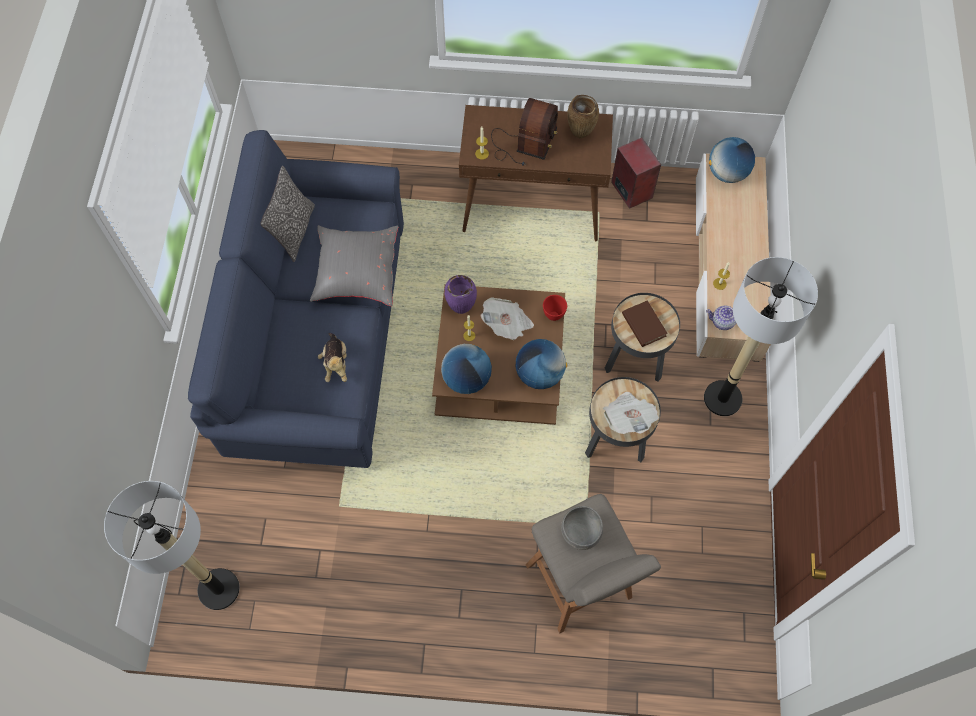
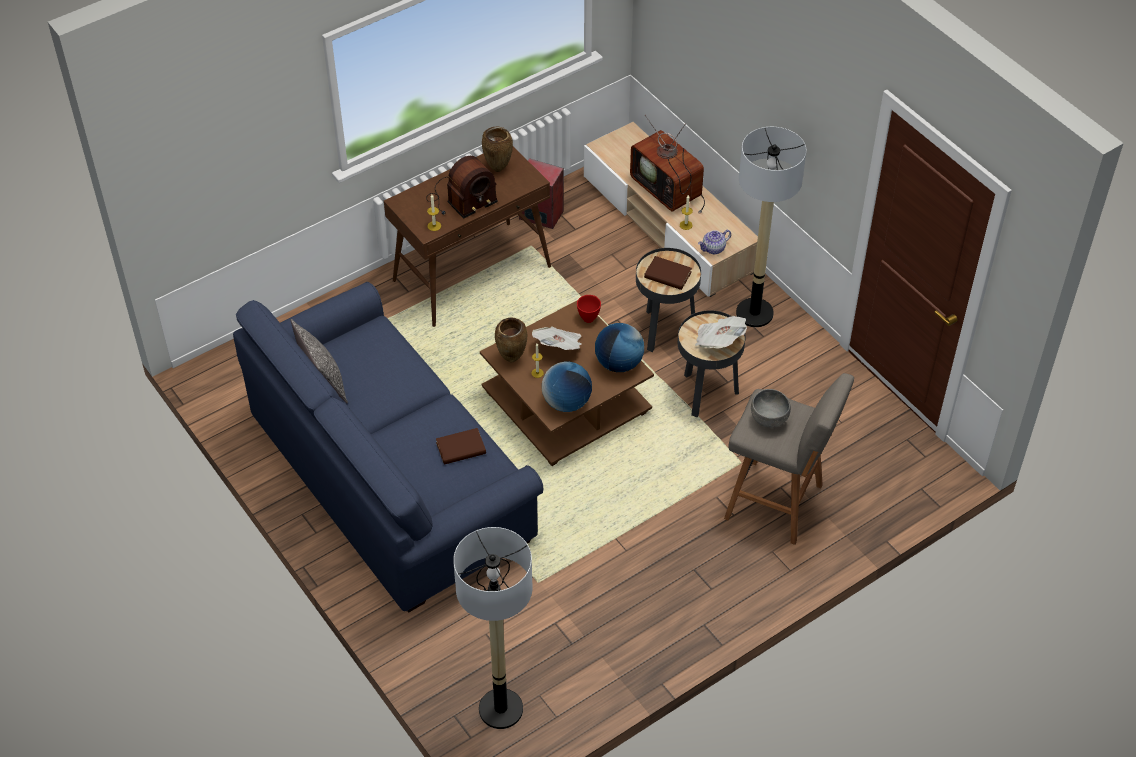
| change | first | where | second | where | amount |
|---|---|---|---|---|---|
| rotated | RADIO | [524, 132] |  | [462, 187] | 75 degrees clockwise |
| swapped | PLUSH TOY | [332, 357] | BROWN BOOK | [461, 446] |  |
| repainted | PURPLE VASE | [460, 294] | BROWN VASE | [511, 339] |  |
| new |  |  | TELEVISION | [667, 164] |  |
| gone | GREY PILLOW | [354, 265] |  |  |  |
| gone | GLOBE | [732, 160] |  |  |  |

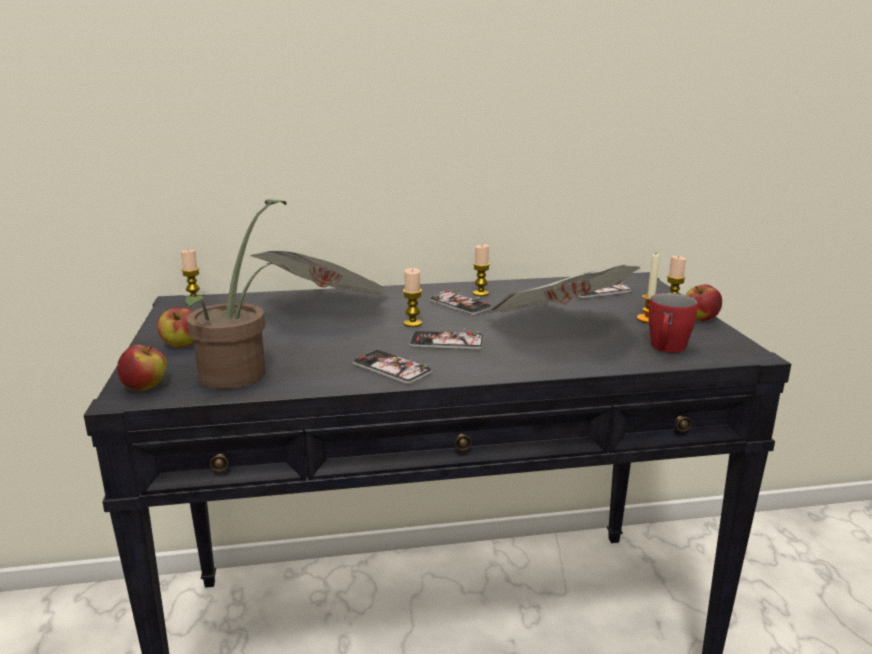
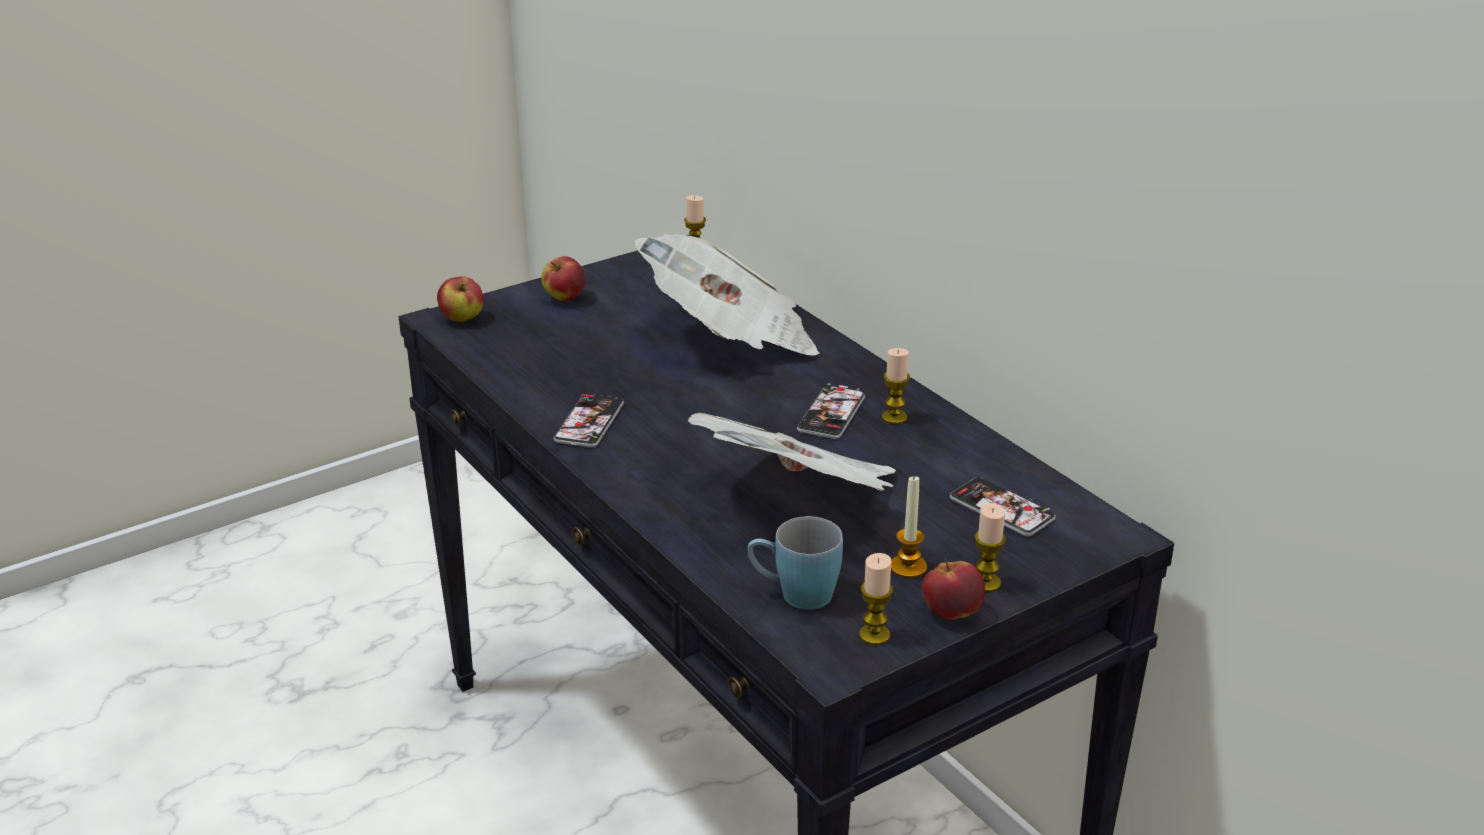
| change | first | where | second | where | amount |
|---|---|---|---|---|---|
| repainted | RED MUG | [673, 323] | BLUE MUG | [795, 563] |  |
| shifted | CANDLE | [412, 297] |  | [876, 599] |  |
| gone | POTTED PLANT | [237, 294] |  |  |  |
| gone | PHONE | [446, 339] |  |  |  |

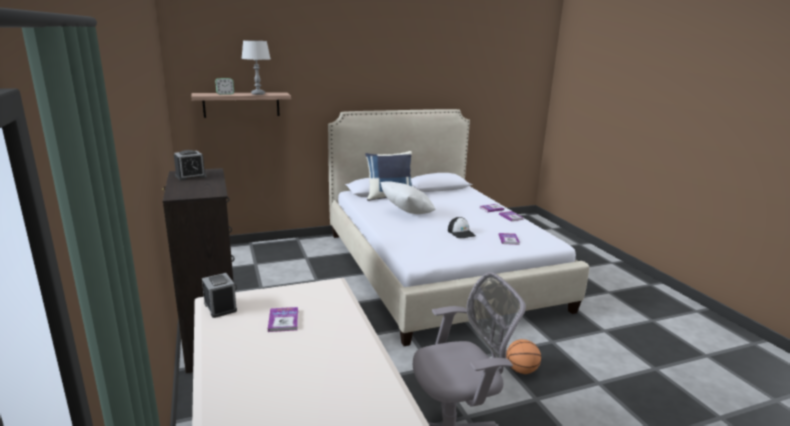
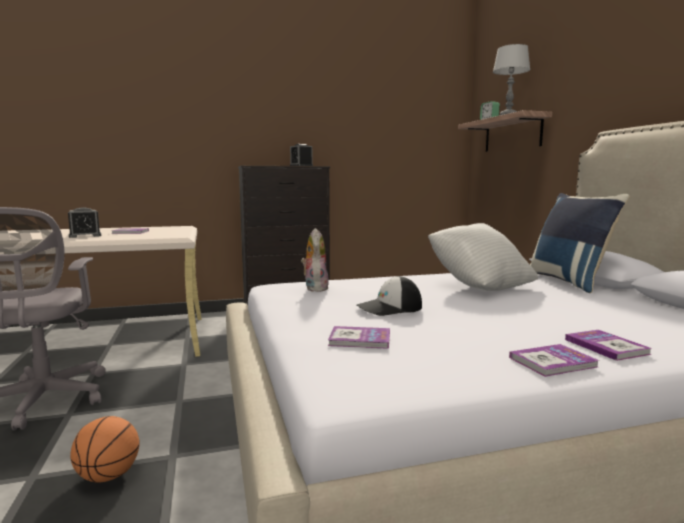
| change | first | where | second | where | amount |
|---|---|---|---|---|---|
| shifted | ALARM CLOCK | [219, 295] |  | [84, 222] |  |
| new |  |  | PLUSH TOY | [315, 260] |  |

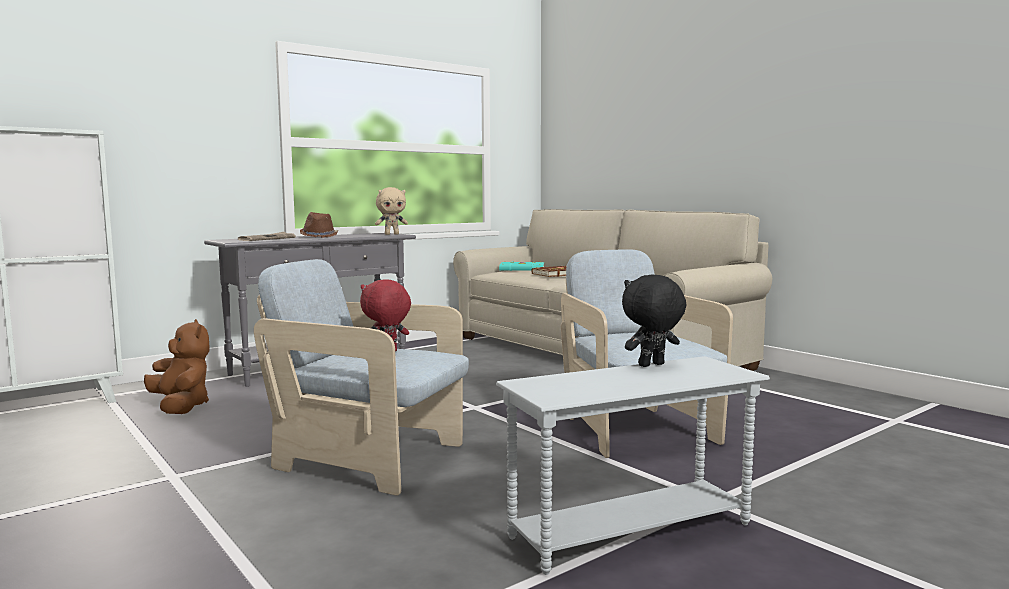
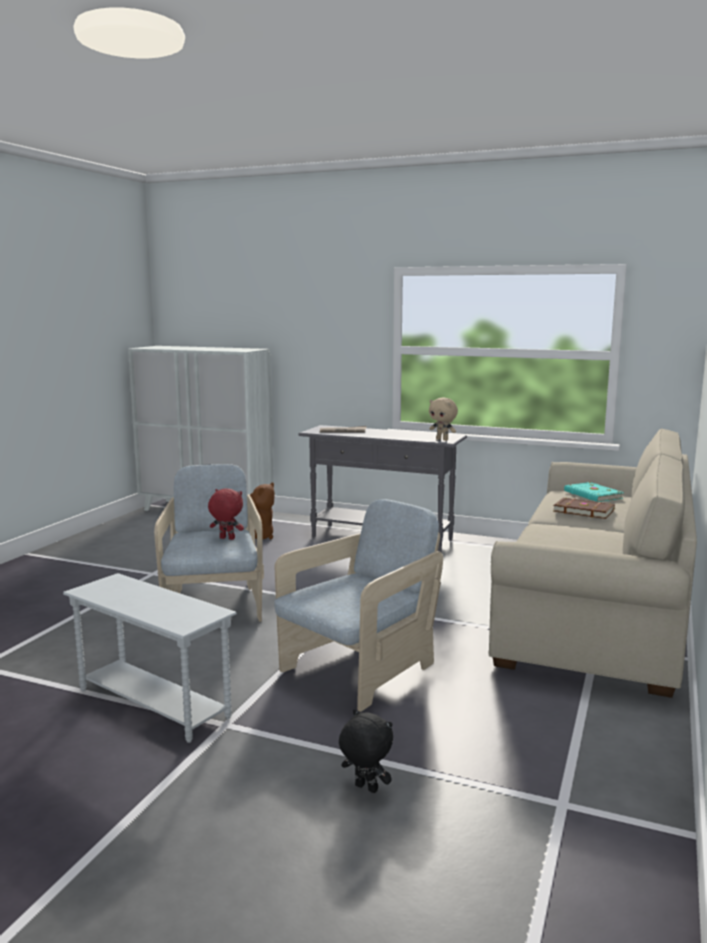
| change | first | where | second | where | amount |
|---|---|---|---|---|---|
| shifted | BLACK PLUSH TOY | [654, 321] |  | [366, 751] |  |
| gone | BROWN HAT | [319, 224] |  |  |  |

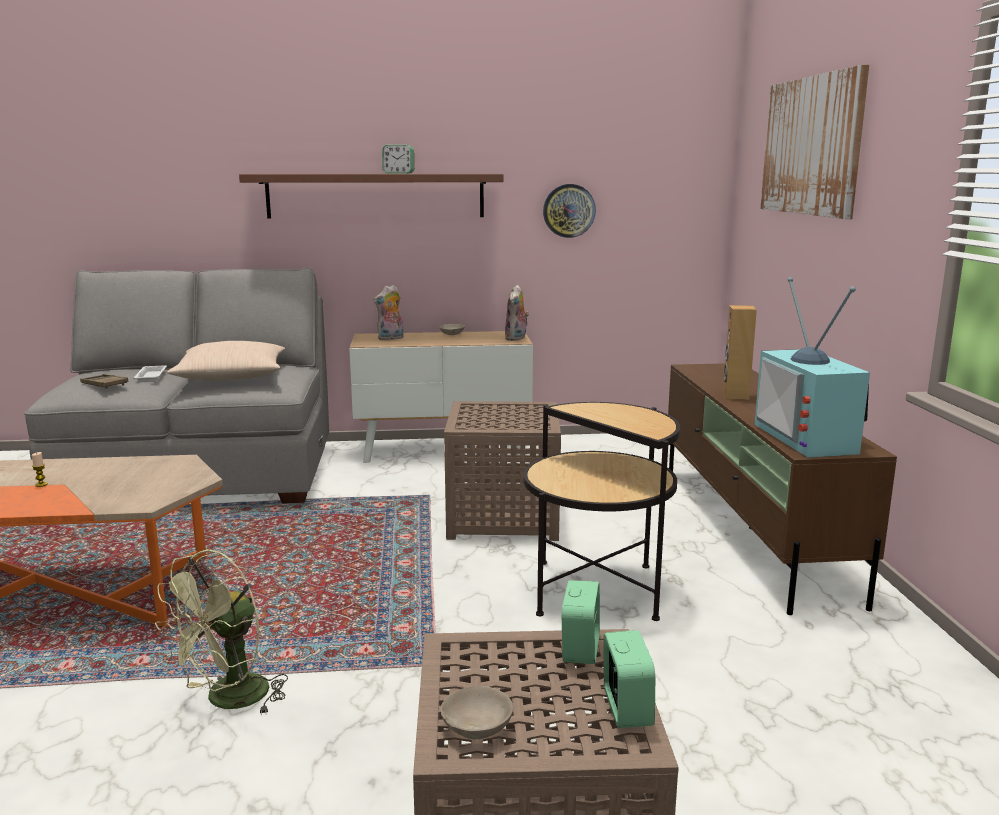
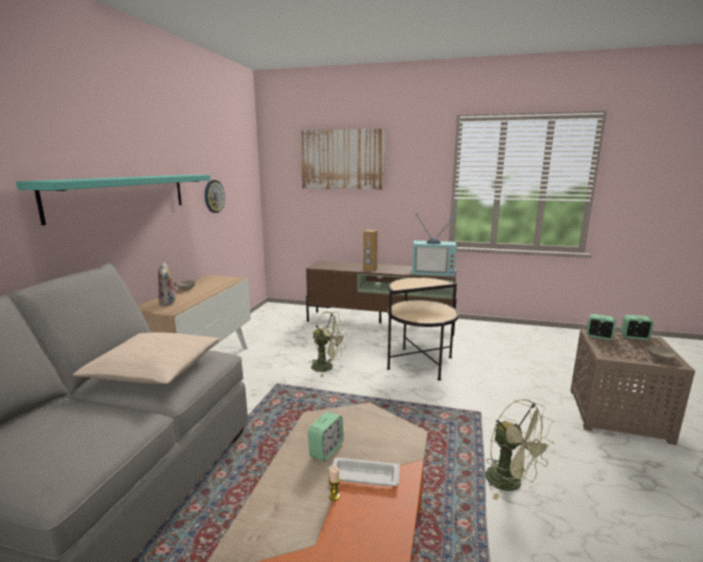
| change | first | where | second | where | amount |
|---|---|---|---|---|---|
| repainted | BROWN SHELF | [371, 196] | TURQUOISE SHELF | [113, 200] |  |
| shifted | ALARM CLOCK | [398, 159] |  | [325, 437] |  |
| swapped | BROWN SIDE TABLE | [502, 471] | GREEN FAN | [327, 344] |  |
| shifted | WHITE TRAY | [150, 373] |  | [364, 472] |  |
| gone | BROWN TRAY | [104, 381] |  |  |  |
| gone | PLUSH TOY | [517, 313] |  |  |  |

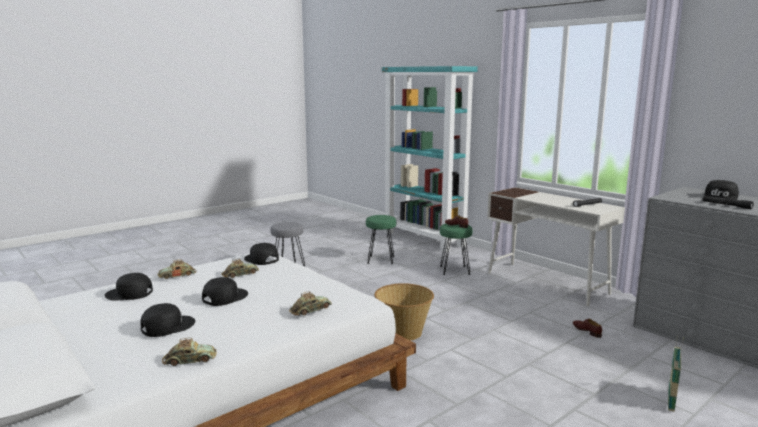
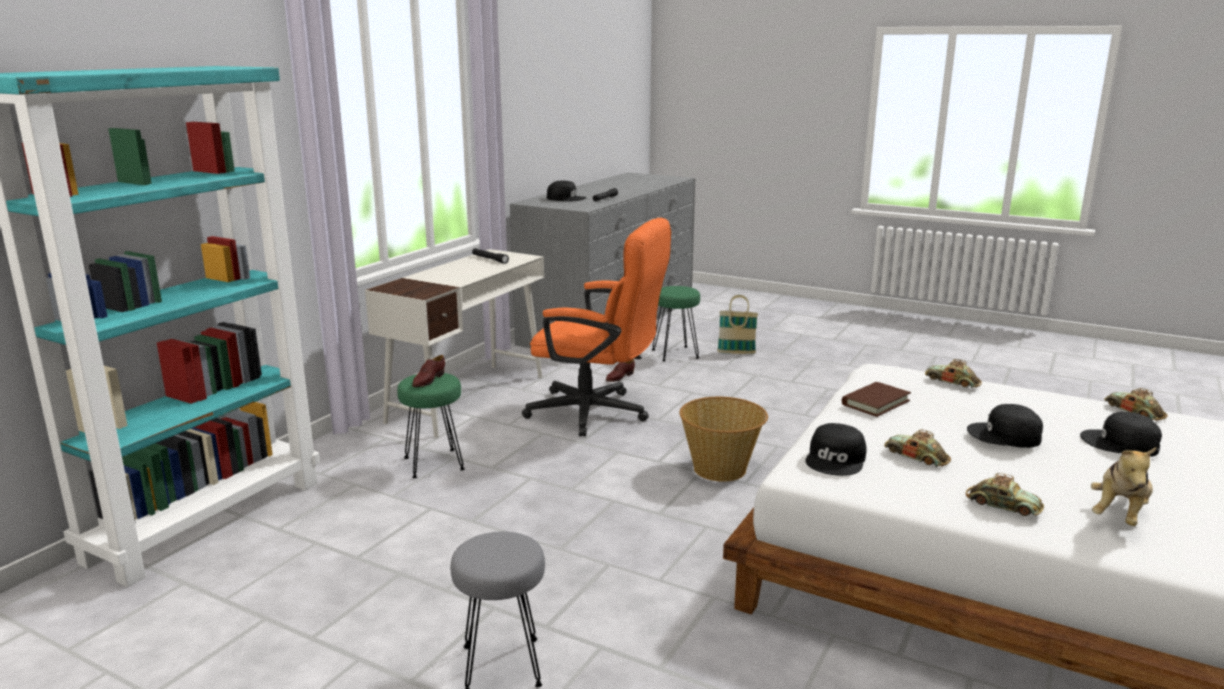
| change | first | where | second | where | amount |
|---|---|---|---|---|---|
| new |  |  | ORANGE OFFICE CHAIR | [596, 327] |  |
| shifted | GREEN STOOL | [381, 239] |  | [676, 324] |  |
| new |  |  | BROWN BOOK | [876, 399] |  |
| swapped | BLACK CAP | [128, 286] | PLUSH TOY | [1123, 486] |  |

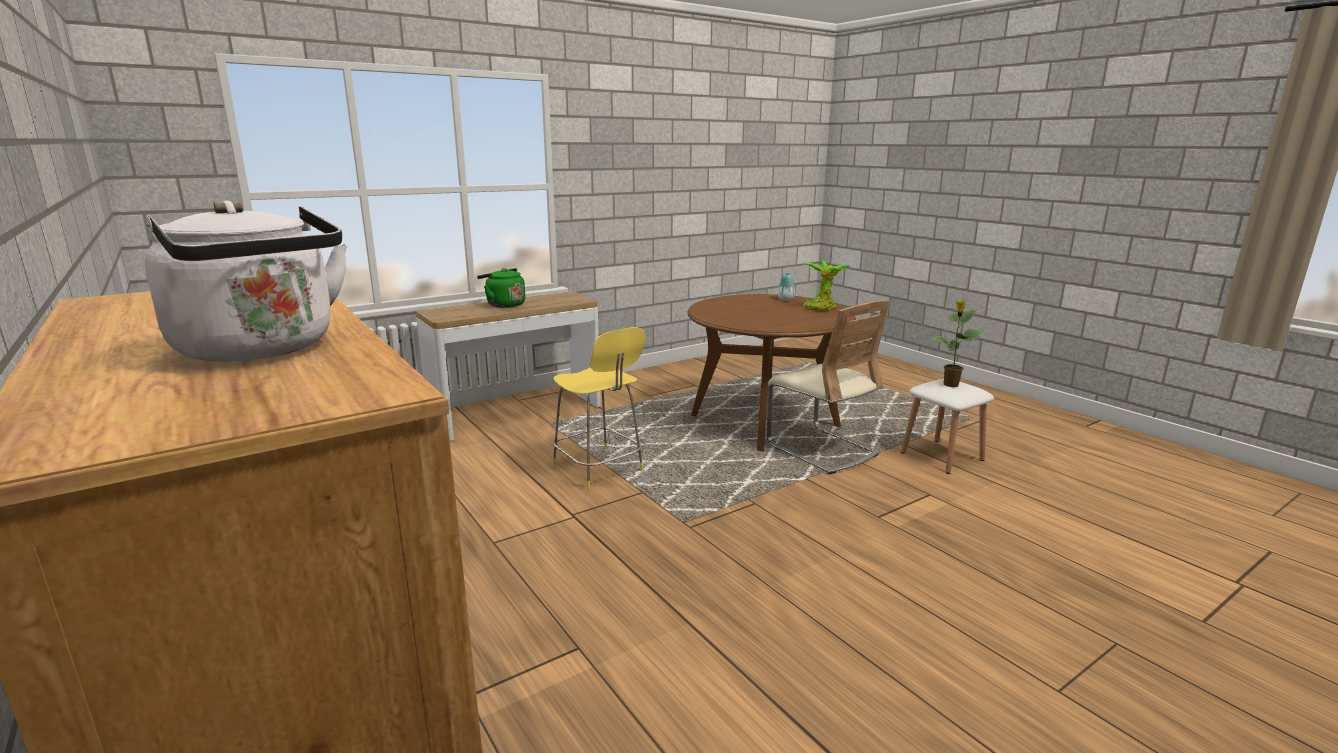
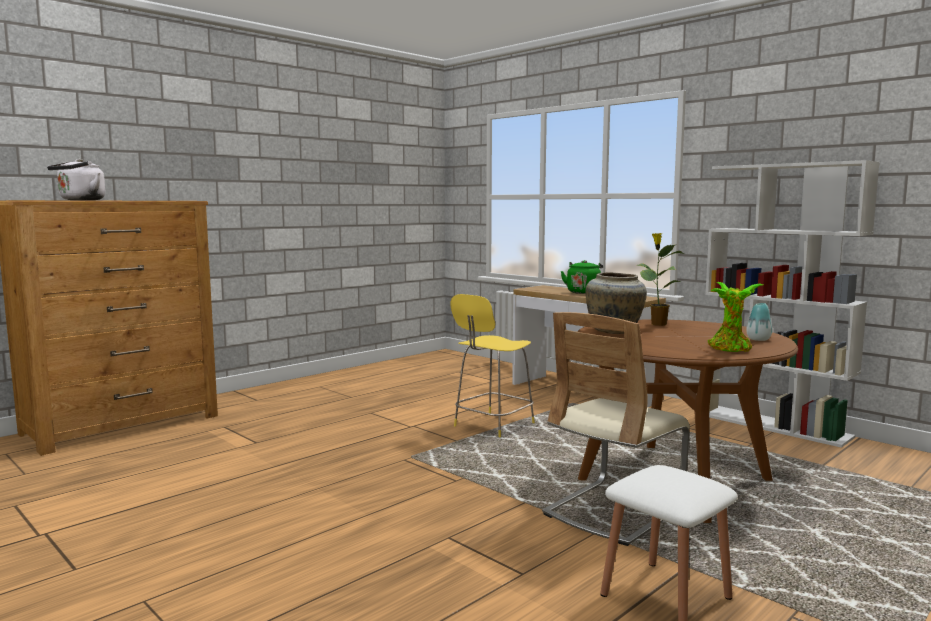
| change | first | where | second | where | amount |
|---|---|---|---|---|---|
| new |  |  | BEIGE VASE | [616, 303] |  |
| shifted | POTTED PLANT | [957, 343] |  | [661, 279] |  |
| new |  |  | WHITE BOOKCASE | [792, 304] |  |

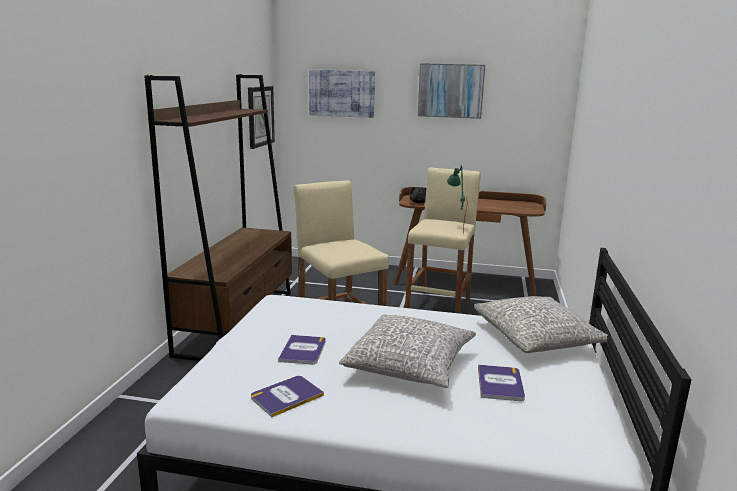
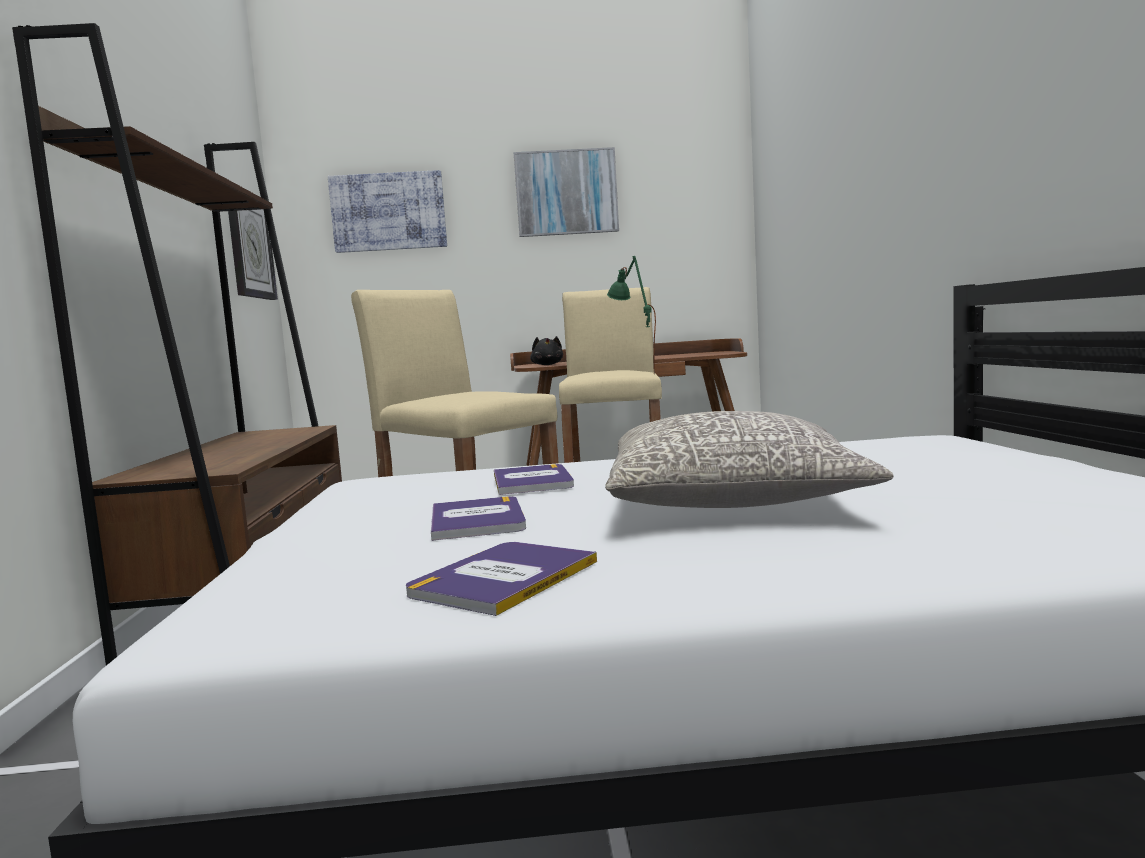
| change | first | where | second | where | amount |
|---|---|---|---|---|---|
| shifted | BOOK | [501, 382] |  | [534, 479] |  |
| gone | GREY PILLOW | [543, 324] |  |  |  |

